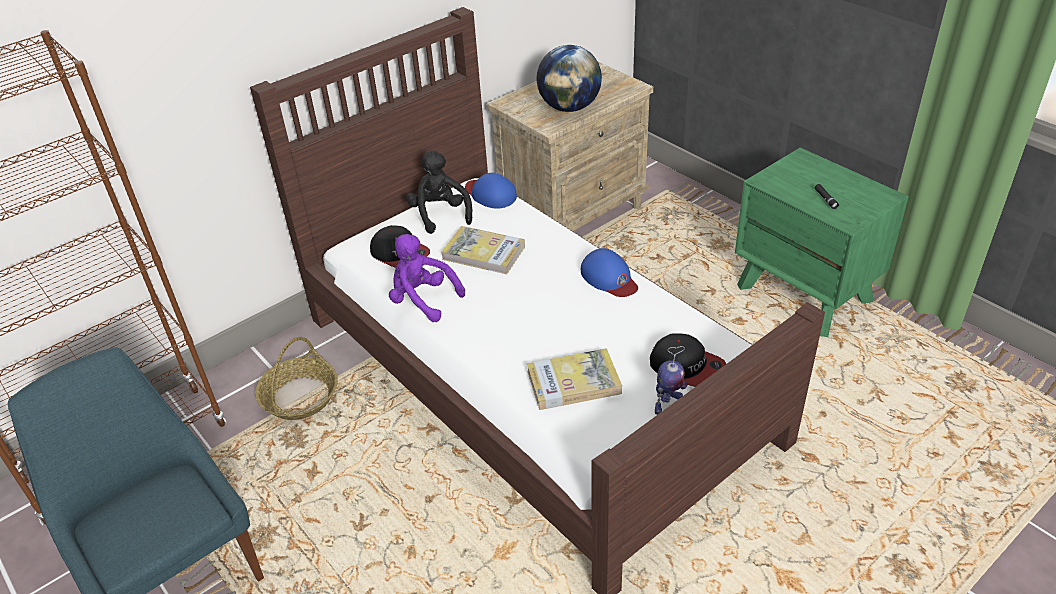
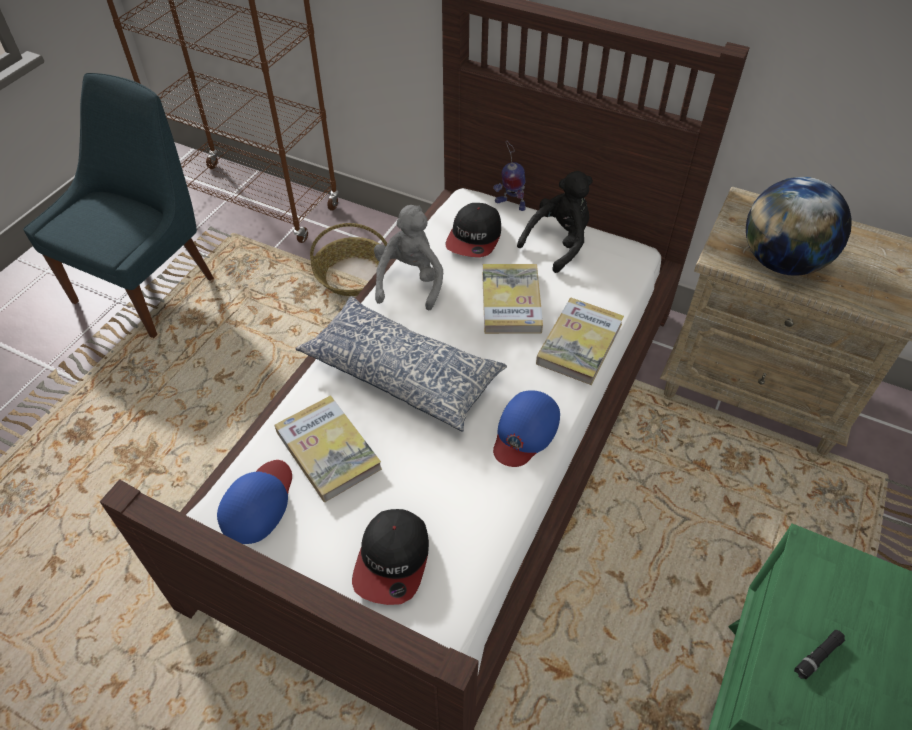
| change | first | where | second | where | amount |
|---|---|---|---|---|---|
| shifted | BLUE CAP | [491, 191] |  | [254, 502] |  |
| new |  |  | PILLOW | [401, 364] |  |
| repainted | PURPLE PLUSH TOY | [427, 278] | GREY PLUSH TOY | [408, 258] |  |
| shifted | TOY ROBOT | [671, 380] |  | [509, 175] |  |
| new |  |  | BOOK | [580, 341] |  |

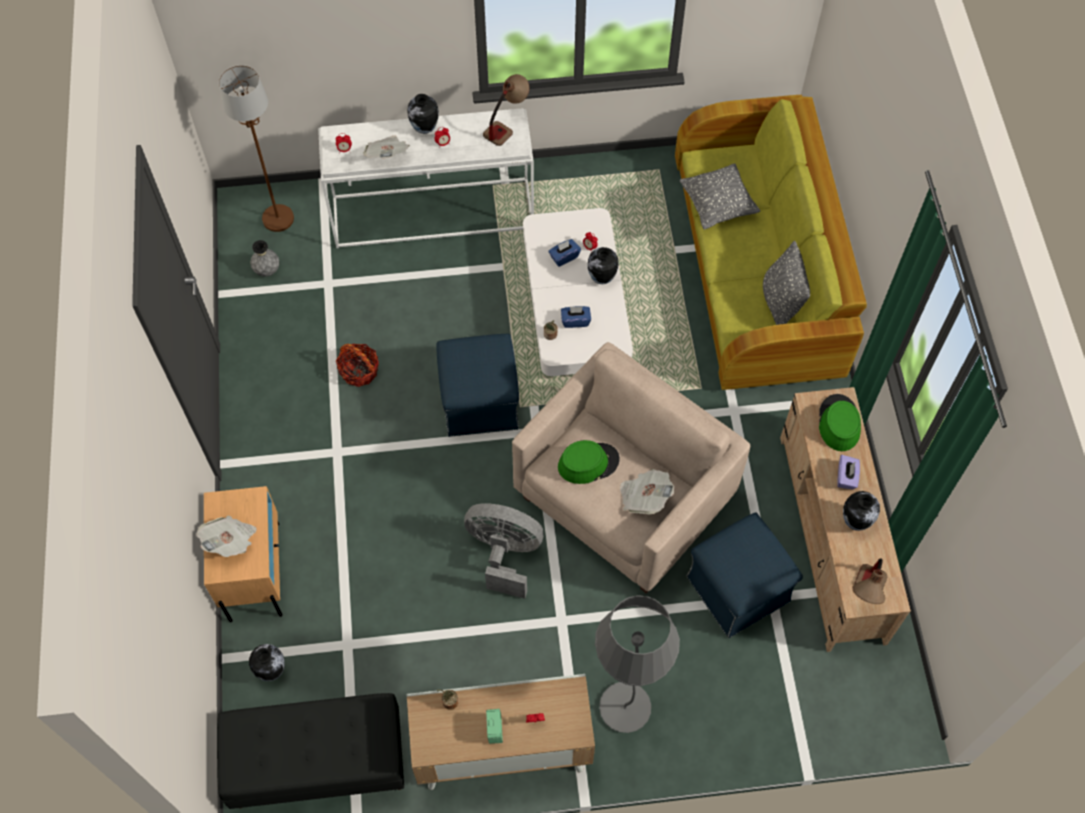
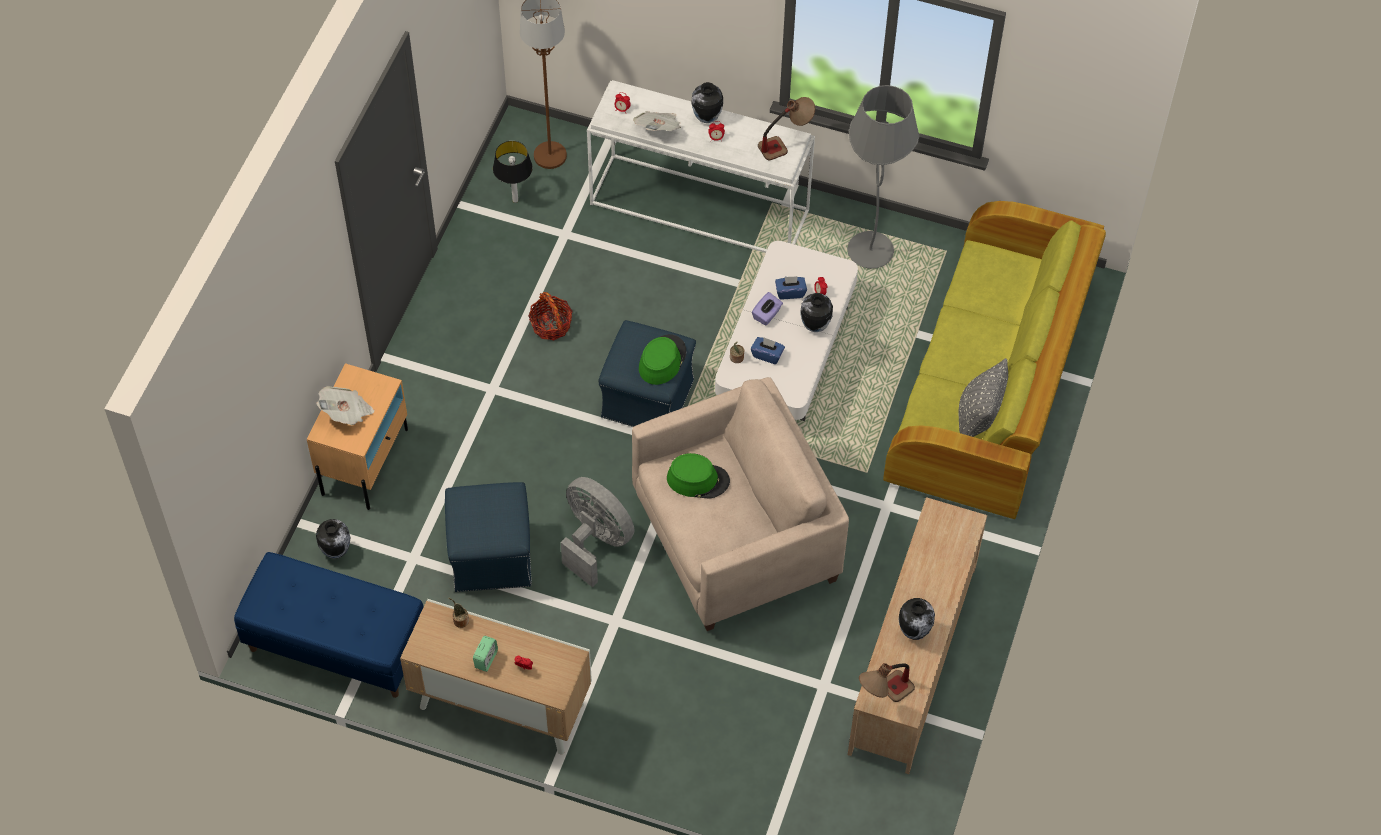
| change | first | where | second | where | amount |
|---|---|---|---|---|---|
| repainted | BLACK BENCH | [310, 751] | BLUE BENCH | [328, 625] |  |
| shifted | BLUE OTTOMAN | [744, 575] |  | [488, 537] |  |
| swapped | GREY VASE | [264, 258] | TABLE LAMP | [513, 172] |  |
| shifted | GREEN HAT | [840, 422] |  | [663, 359] |  |
| shifted | PURPLE TISSUE BOX | [848, 472] |  | [767, 309] |  |
| shifted | GREY FLOOR LAMP | [637, 664] |  | [883, 177] |  |
| gone | NEWSPAPER | [647, 492] |  |  |  |
| gone | GREY PILLOW | [719, 196] |  |  |  |

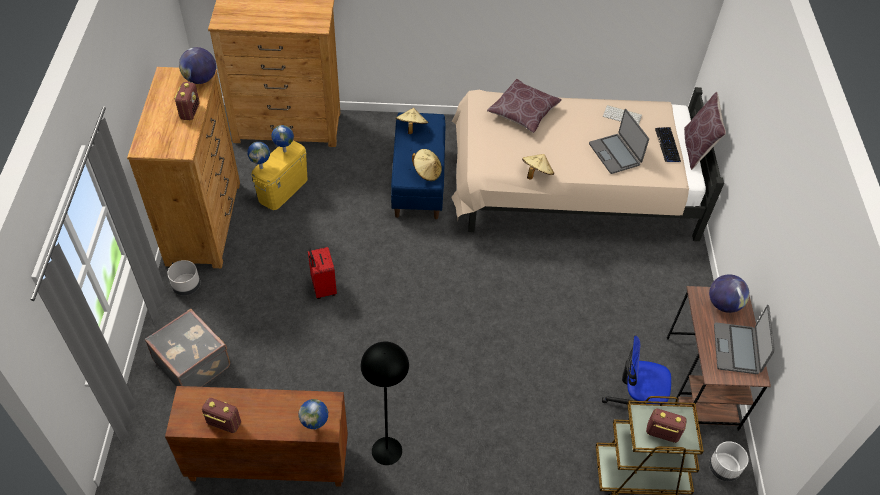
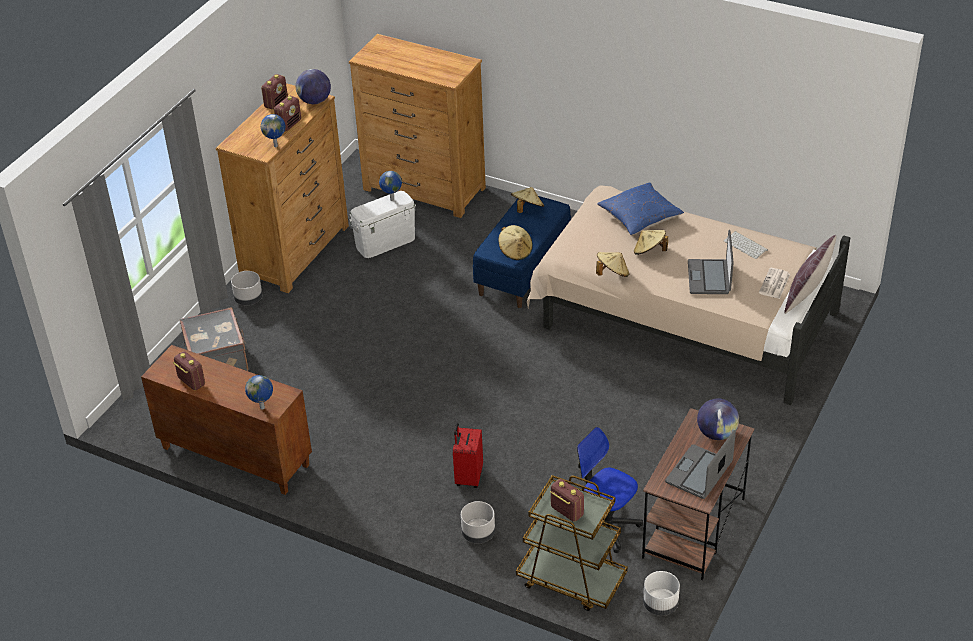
| change | first | where | second | where | amount |
|---|---|---|---|---|---|
| new |  |  | RADIO | [274, 92] |  |
| shifted | GLOBE | [258, 155] |  | [273, 130] |  |
| repainted | YELLOW STORAGE BOX | [279, 175] | WHITE STORAGE BOX | [382, 224] |  |
| shifted | RED SUITCASE | [322, 273] |  | [468, 455] |  |
| new |  |  | GREY PLANTER | [478, 522] |  |
| repainted | BROWN PILLOW | [524, 106] | BLUE PILLOW | [640, 208] |  |
| new |  |  | BEIGE HAT | [651, 242] |  |
| swapped | KEYBOARD | [668, 144] | NEWSPAPER | [774, 283] |  |
| gone | BLACK FLOOR LAMP | [385, 403] |  |  |  |

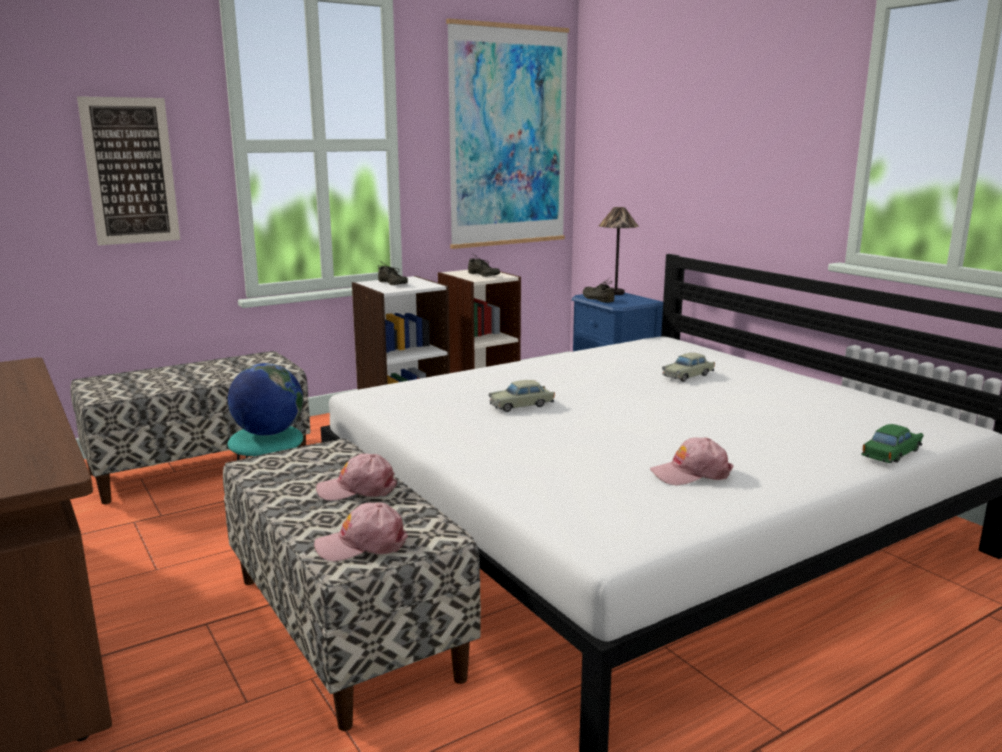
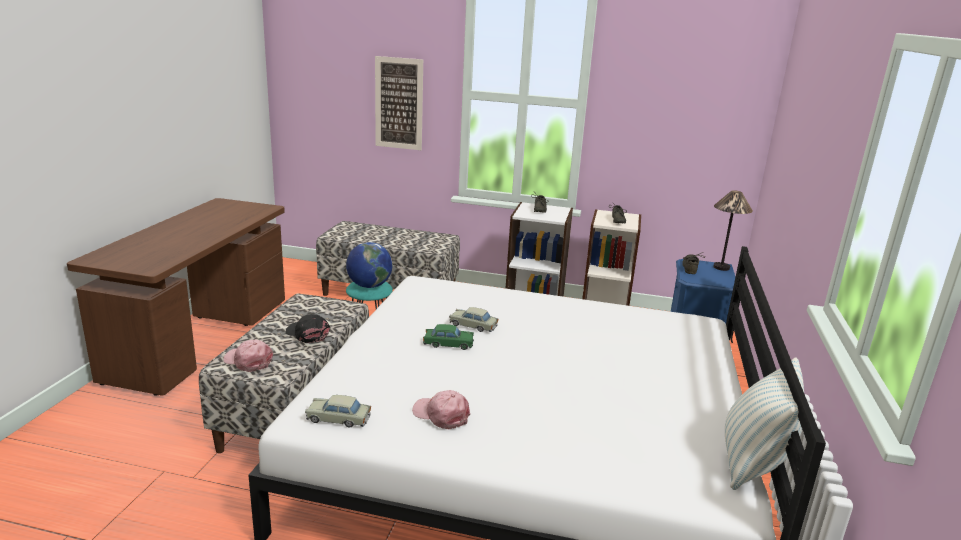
| change | first | where | second | where | amount |
|---|---|---|---|---|---|
| repainted | PINK CAP | [356, 477] | BLACK CAP | [308, 328] |  |
| shifted | BEIGE TOY CAR | [688, 367] |  | [338, 411] |  |
| shifted | GREEN TOY CAR | [892, 443] |  | [448, 337] |  |
| new |  |  | PILLOW | [764, 423] |  |
| gone | PICTURE | [507, 134] |  |  |  |

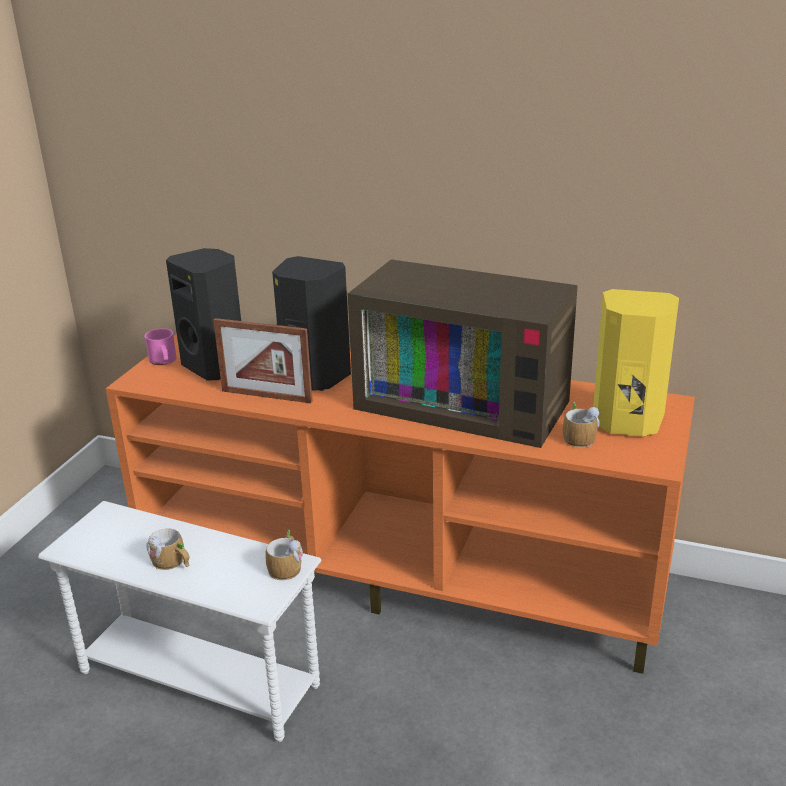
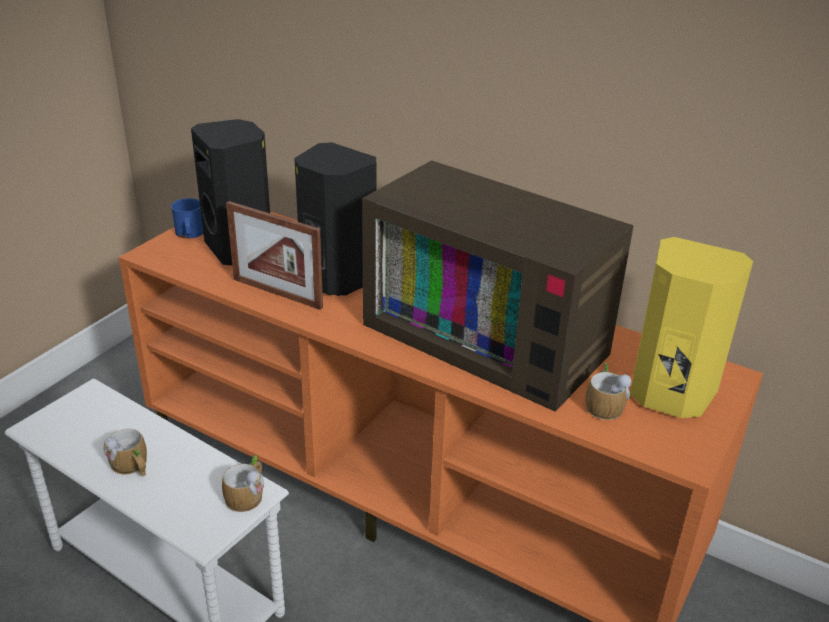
| change | first | where | second | where | amount |
|---|---|---|---|---|---|
| repainted | PINK MUG | [160, 346] | BLUE MUG | [187, 218] |  |

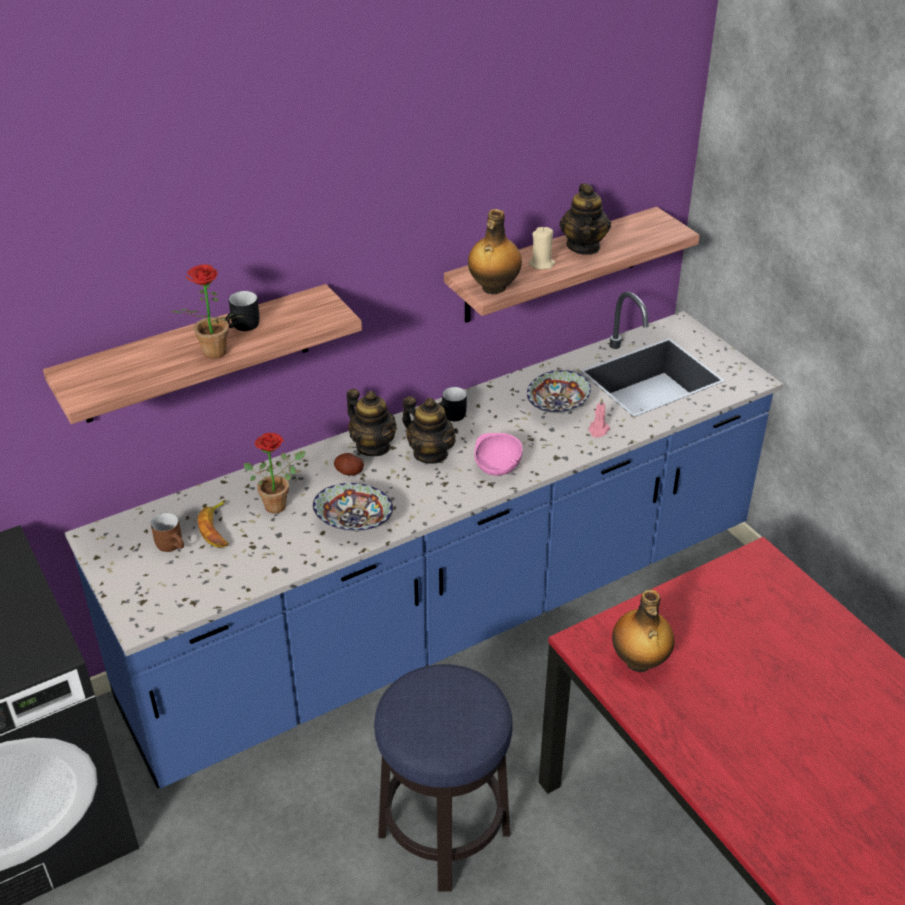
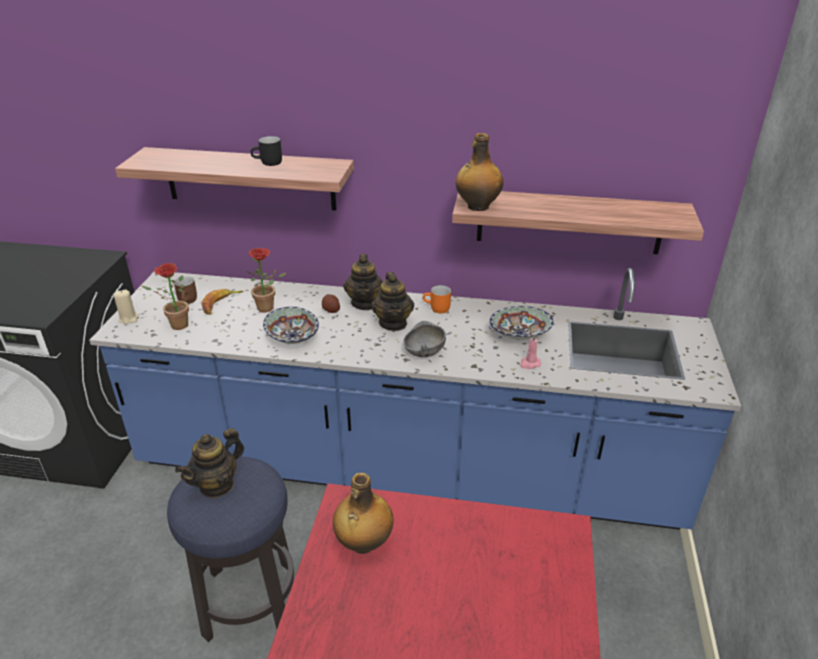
| change | first | where | second | where | amount |
|---|---|---|---|---|---|
| shifted | BEIGE CANDLE | [542, 248] |  | [126, 306] |  |
| shifted | POTTED PLANT | [206, 311] |  | [165, 296] |  |
| shifted | TEAPOT | [585, 219] |  | [209, 463] |  |
| repainted | PINK BOWL | [498, 454] | GREY BOWL | [424, 339] |  |
| repainted | BLACK MUG | [452, 404] | ORANGE MUG | [437, 299] |  |

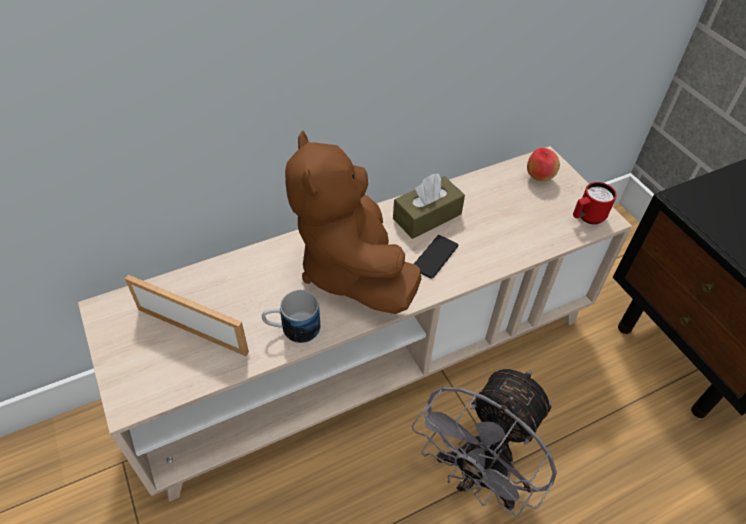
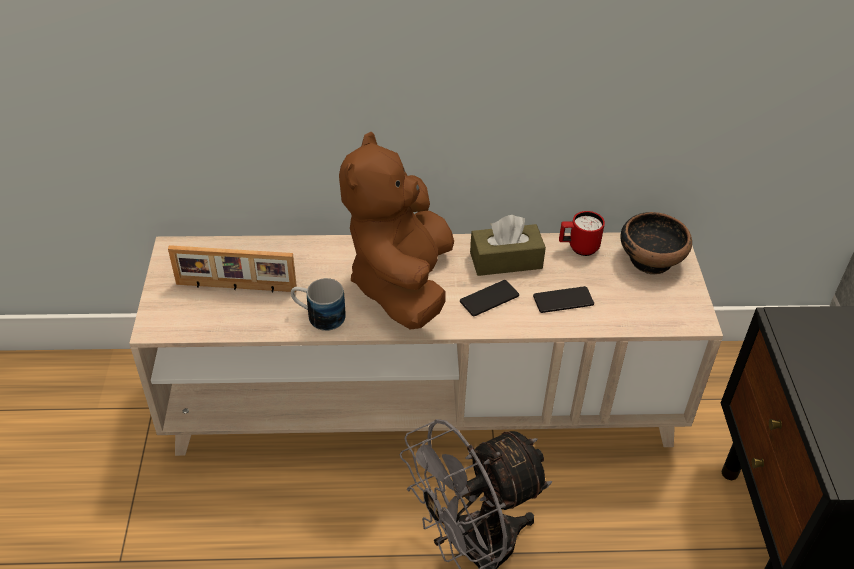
| change | first | where | second | where | amount |
|---|---|---|---|---|---|
| rotated | PICTURE FRAME | [187, 315] |  | [232, 269] | 135 degrees clockwise |
| new |  |  | PHONE | [563, 299] |  |
| shifted | RED MUG | [595, 203] |  | [582, 233] |  |
| swapped | APPLE | [543, 165] | BOWL | [656, 243] |  |

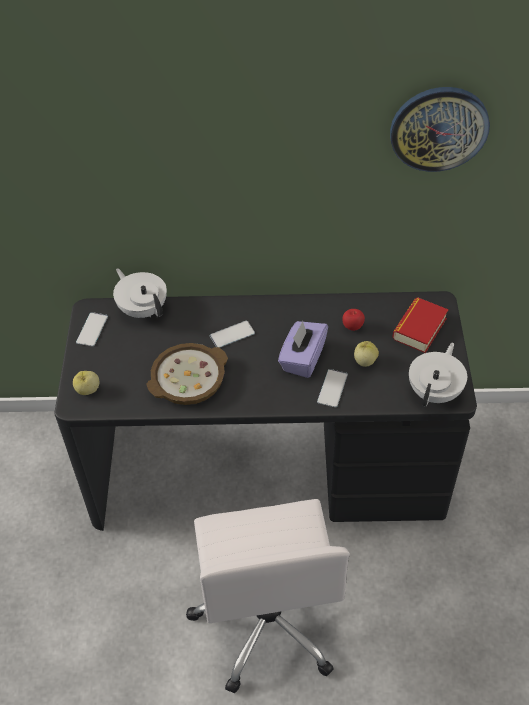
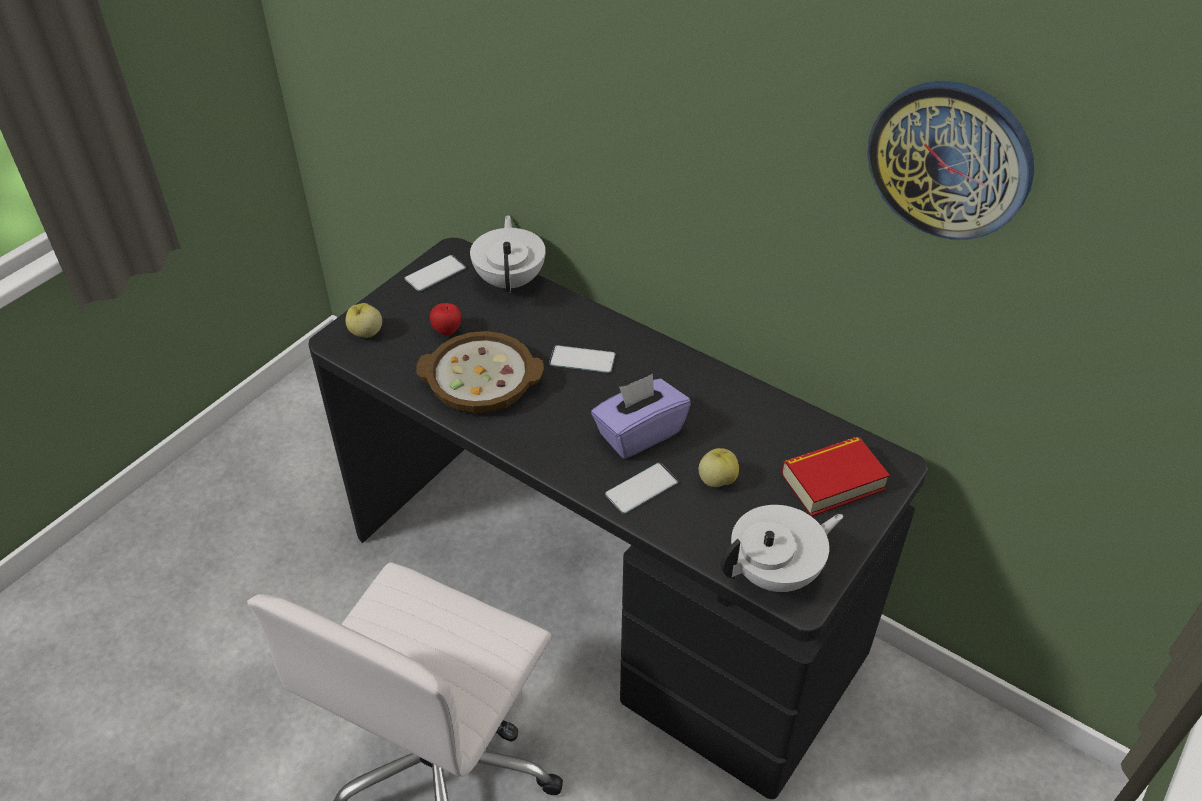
| change | first | where | second | where | amount |
|---|---|---|---|---|---|
| shifted | APPLE | [354, 320] |  | [445, 319] |  |

